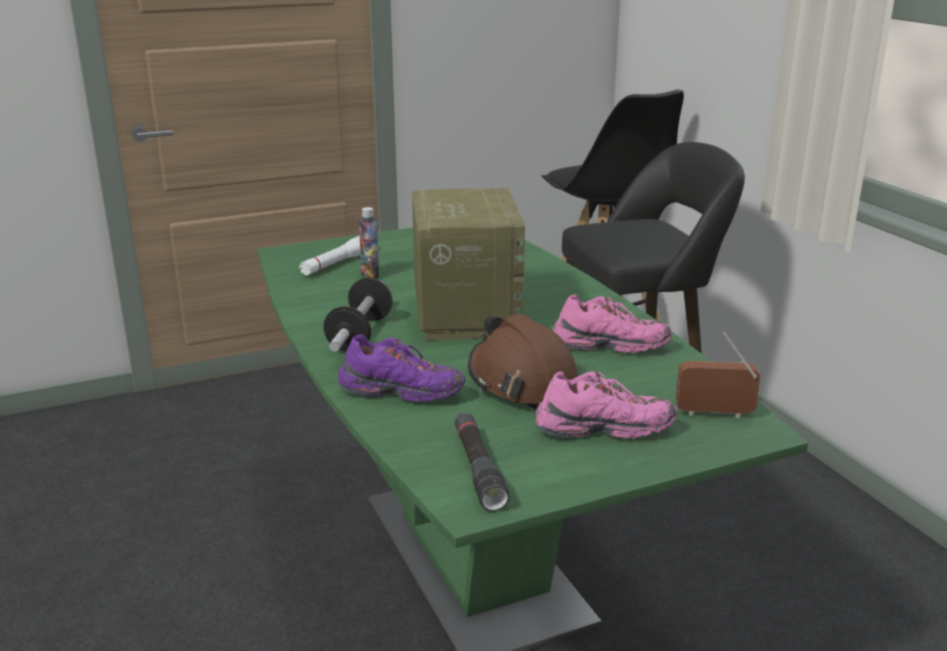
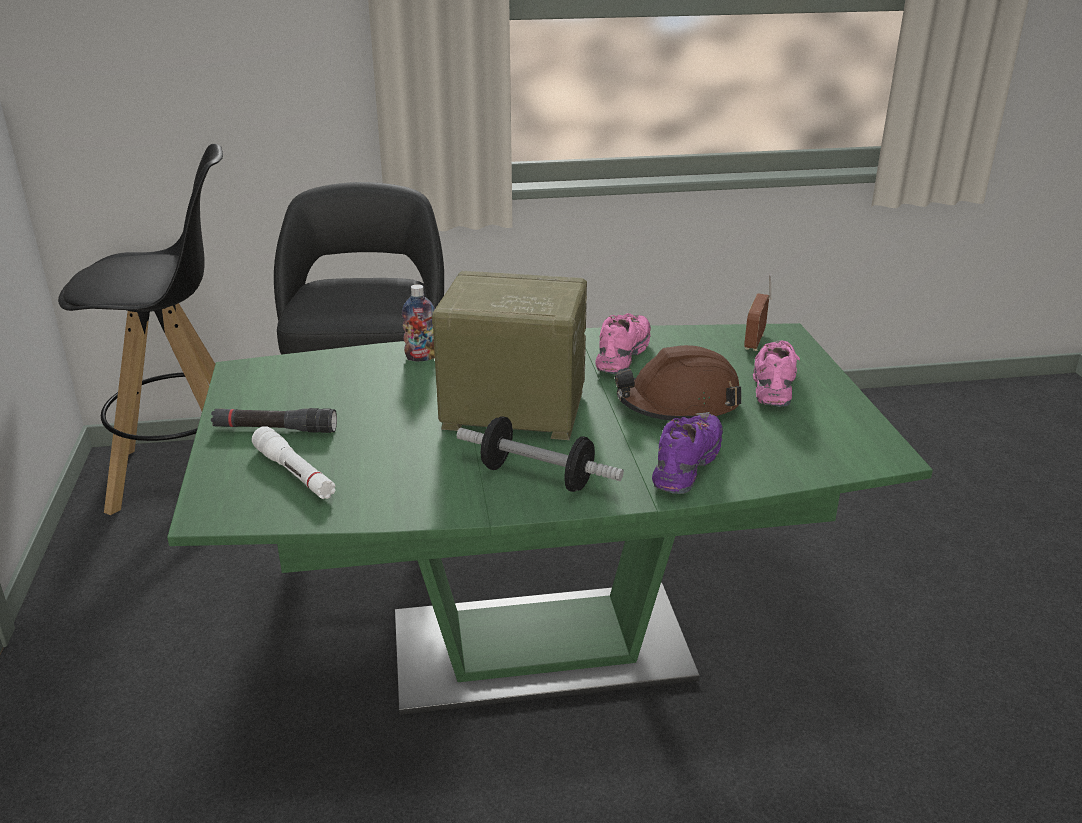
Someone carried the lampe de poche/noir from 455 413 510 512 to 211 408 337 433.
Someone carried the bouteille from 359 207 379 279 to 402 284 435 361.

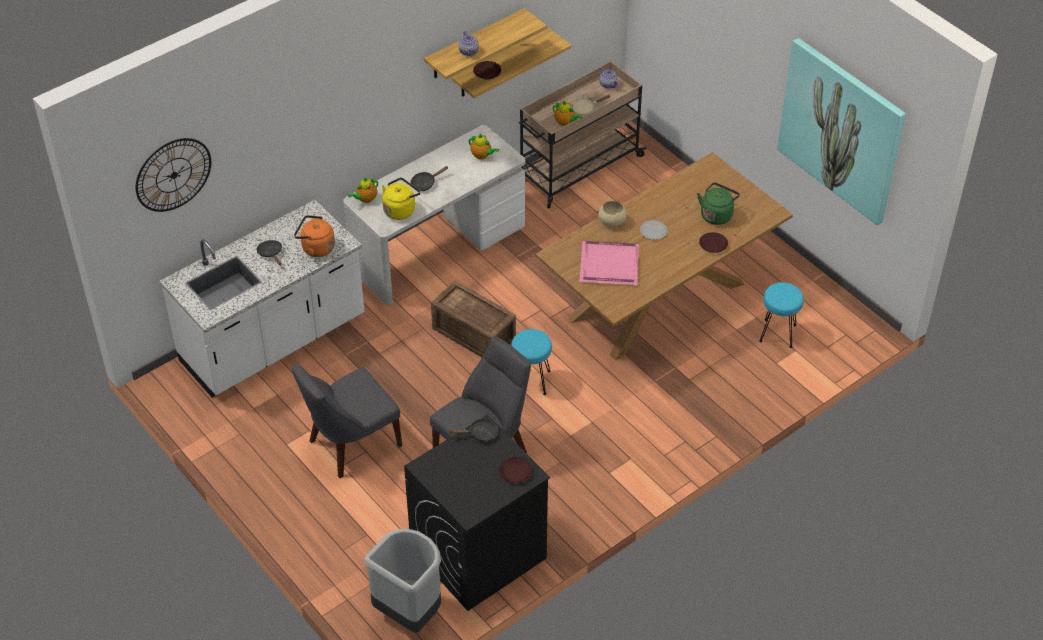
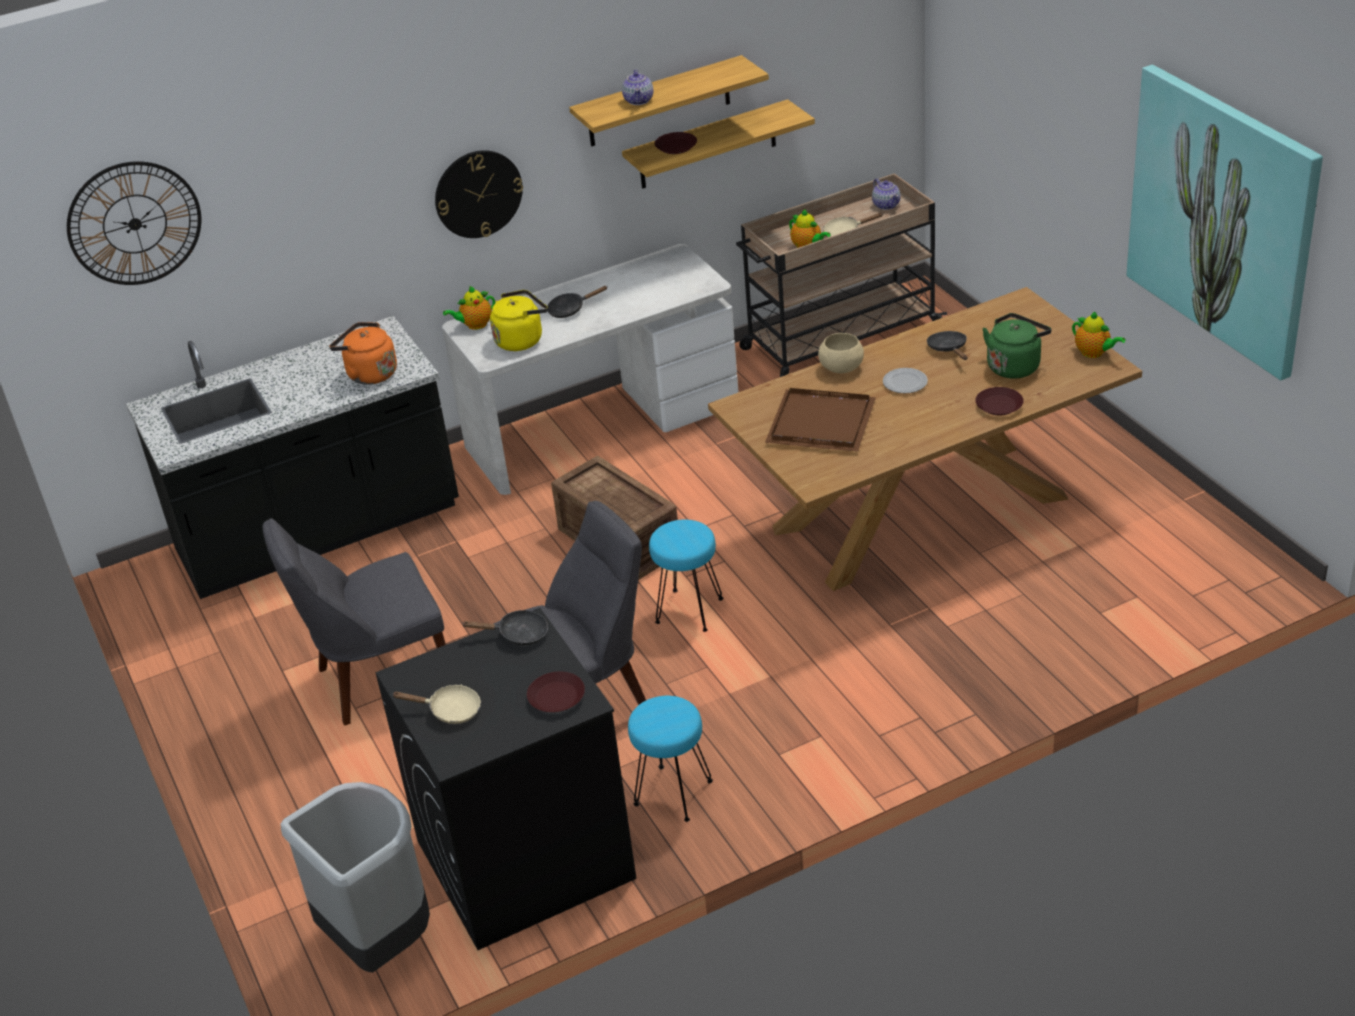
Someone repainted the comptoir de cuisine/blanc at 160 200 365 397, which became the comptoir de cuisine/noir at 126 316 459 599.
Someone put down the poêle/beige at 393 685 481 724.
Someone put up the horloge murale at 435 150 523 238.
Someone carried the tabouret/turquoise from 759 282 804 348 to 628 696 713 822.
Someone repainted the plateau/rose at 579 241 639 285, which became the plateau/marron at 765 388 876 452.
Someone carried the poêle/noir from 257 240 282 266 to 927 331 967 360.
Someone carried the théière from 468 134 499 160 to 1072 312 1125 358.

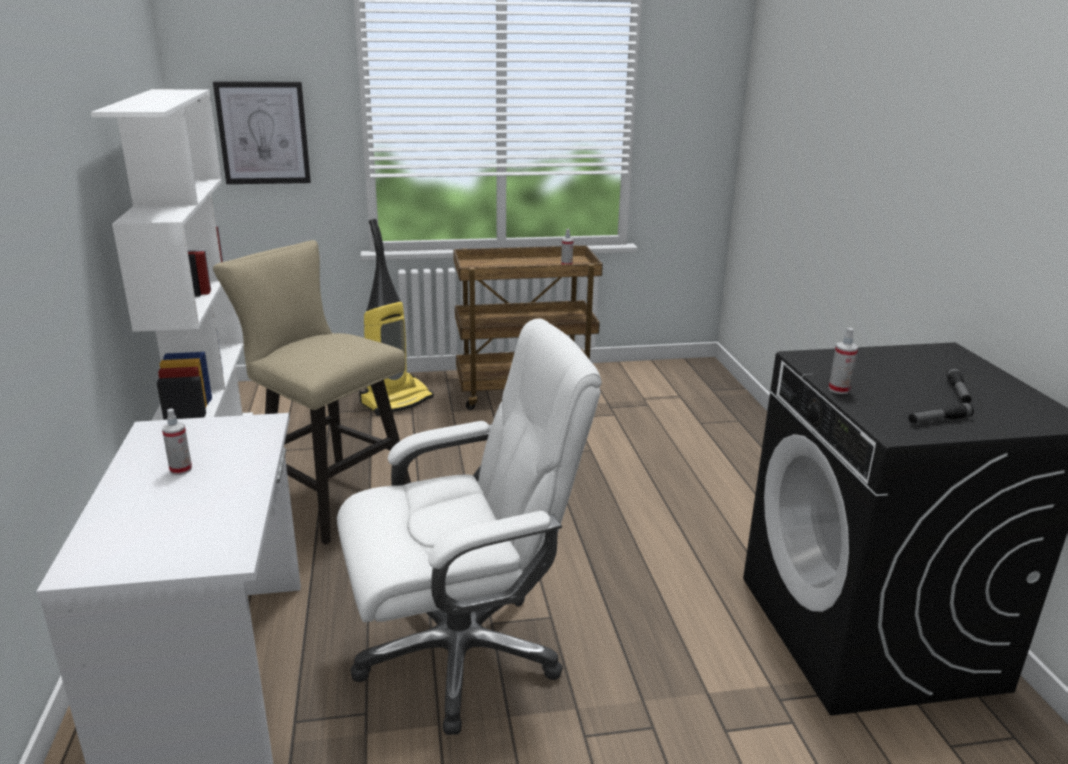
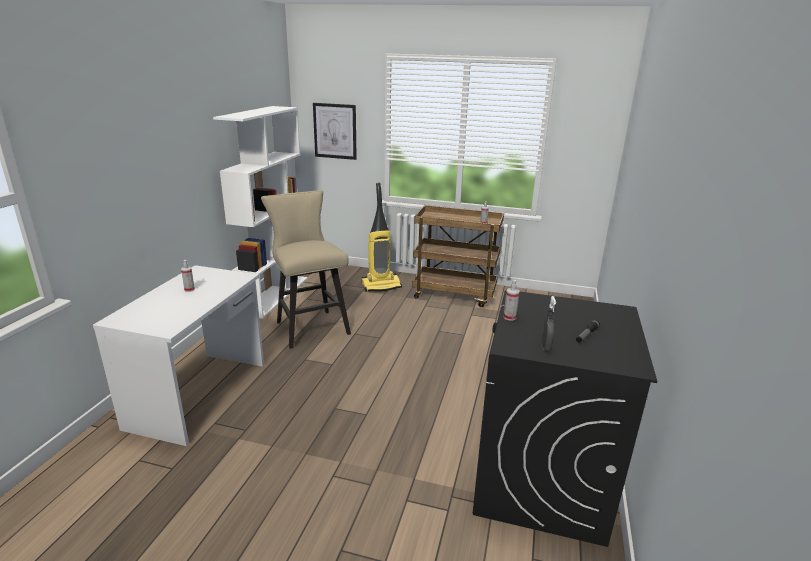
Someone swapped the lampe de poche at 908 403 974 423 for the vaporisateur/gris at 542 296 556 352.
Someone took away the chaise de bureau/blanc at 337 319 602 735.

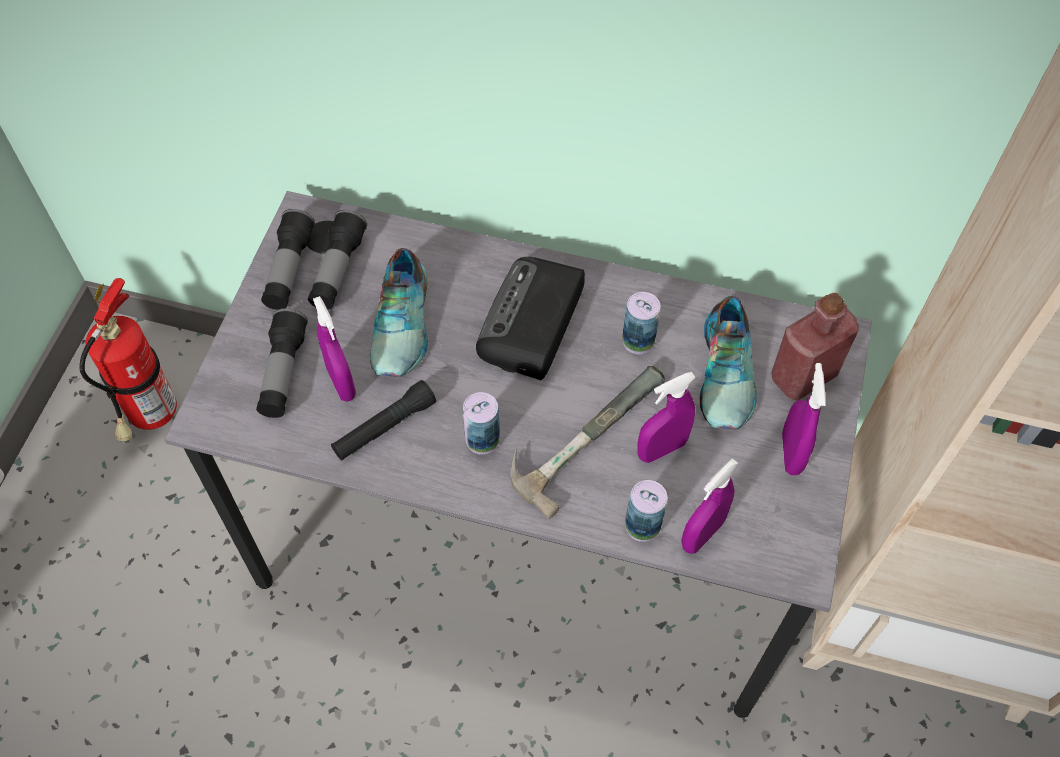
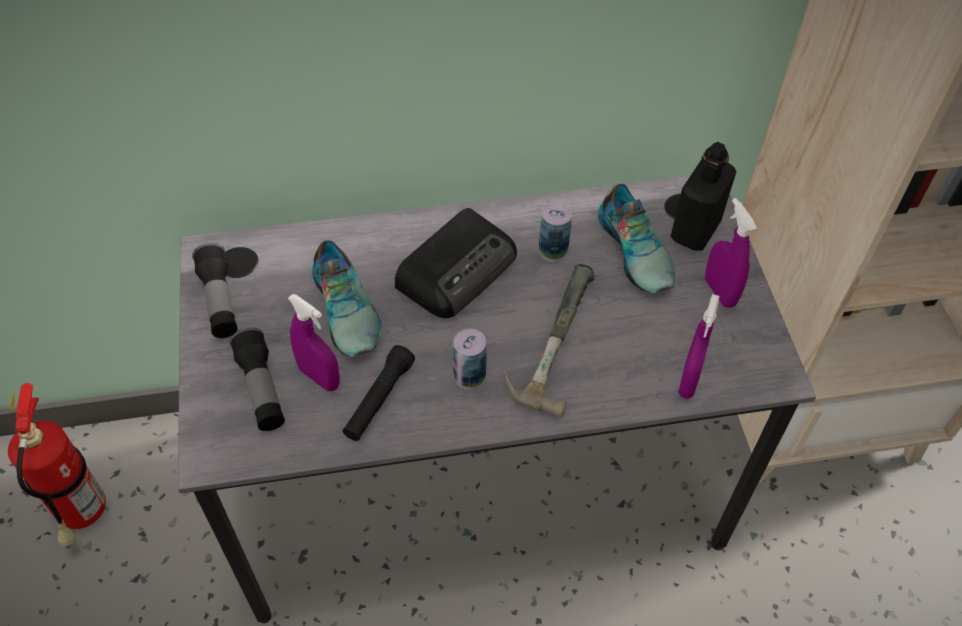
Someone rotated the radio at 476 257 585 380 by 135 degrees counterclockwise.
Someone repainted the bouteille/rouge at 771 293 859 401, which became the bouteille/noir at 671 142 737 251.
Someone took away the lampe de poche at 308 210 367 310.
Someone took away the boîte métallique at 625 480 667 542.
Someone took away the vaporisateur/violet at 638 372 696 463.

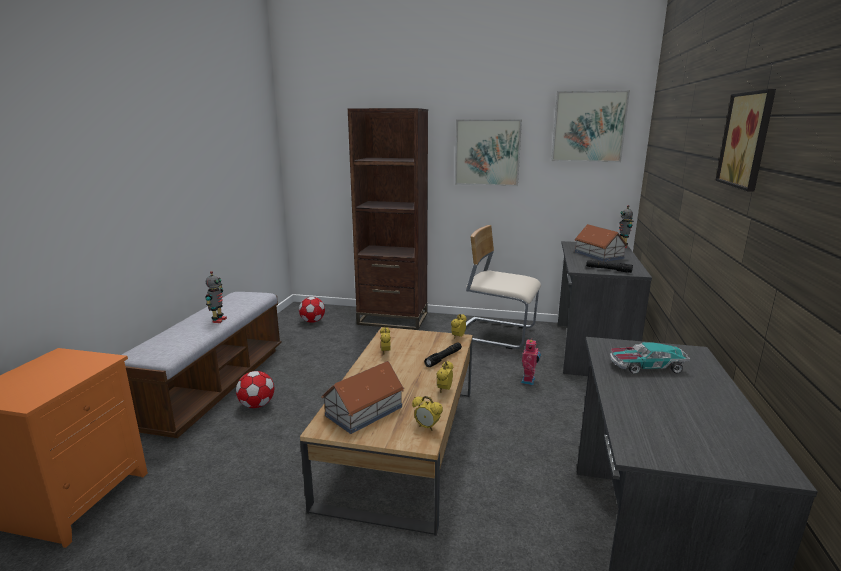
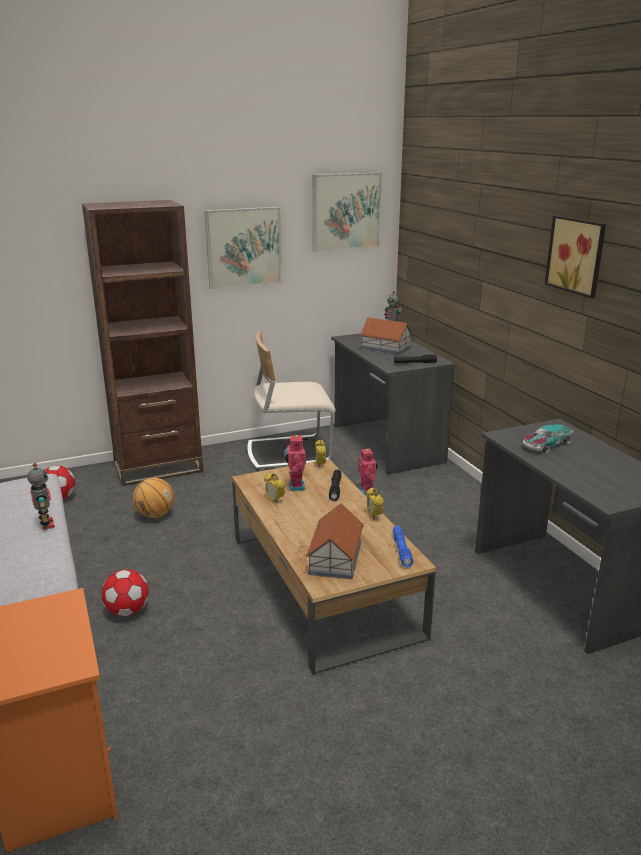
Someone put down the ballon de basket at 133 478 174 518.
Someone put down the robot jouet at 284 433 306 491.
Someone swapped the réveil at 412 396 443 431 for the lampe de poche/bleu at 393 526 414 568.

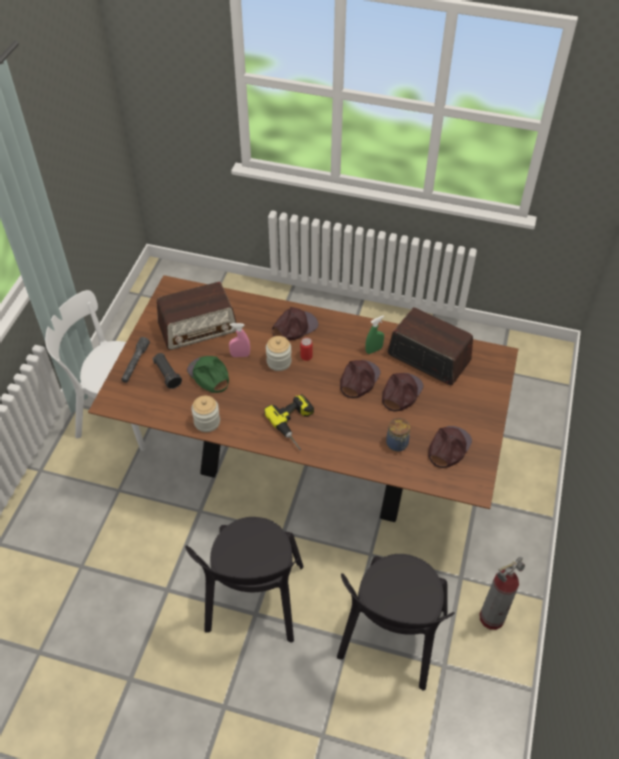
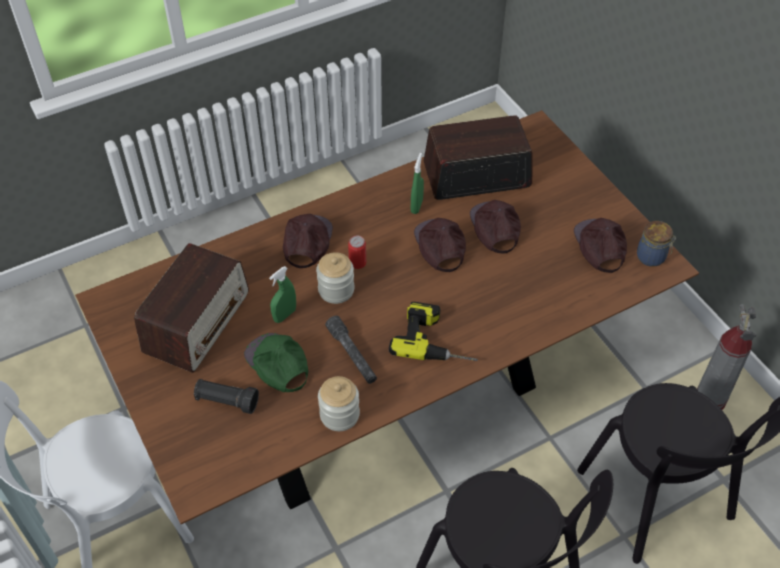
Someone rotated the casquette/vert at 187 356 229 393 by 45 degrees clockwise.
Someone repainted the vaporisateur/rose at 229 323 250 357, which became the vaporisateur/vert at 269 266 296 323.
Someone carried the lampe de poche/gris from 121 337 150 383 to 325 316 377 384.
Someone carried the bocal from 386 418 410 452 to 637 221 676 267.

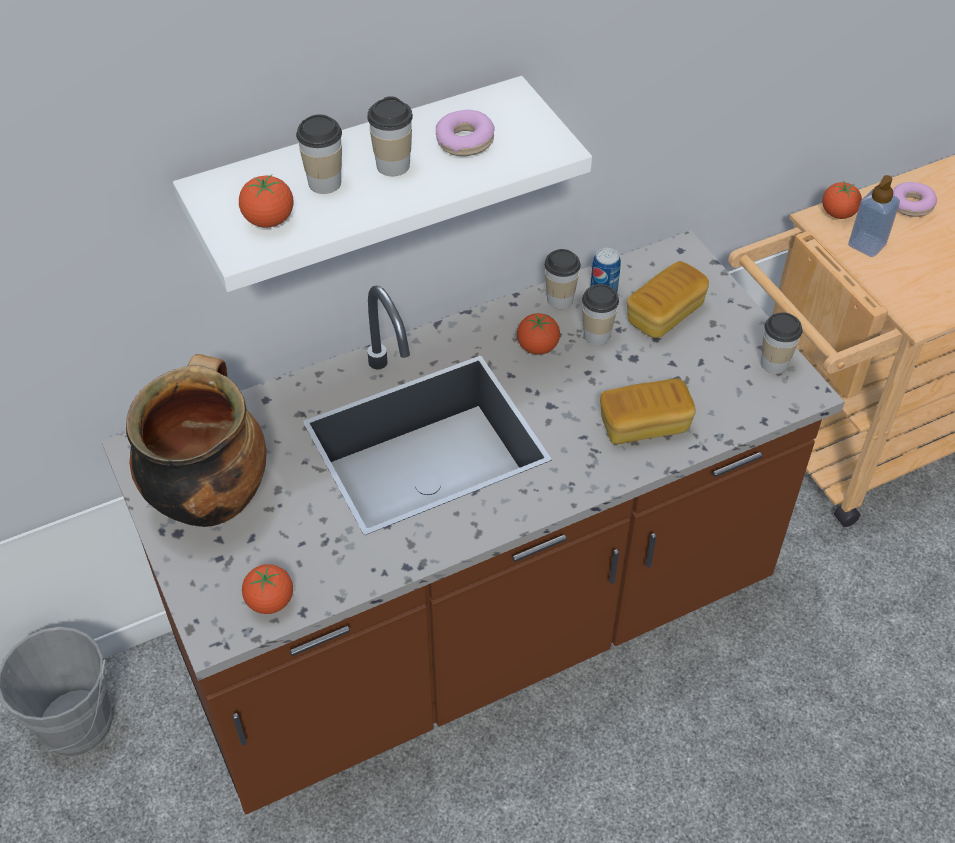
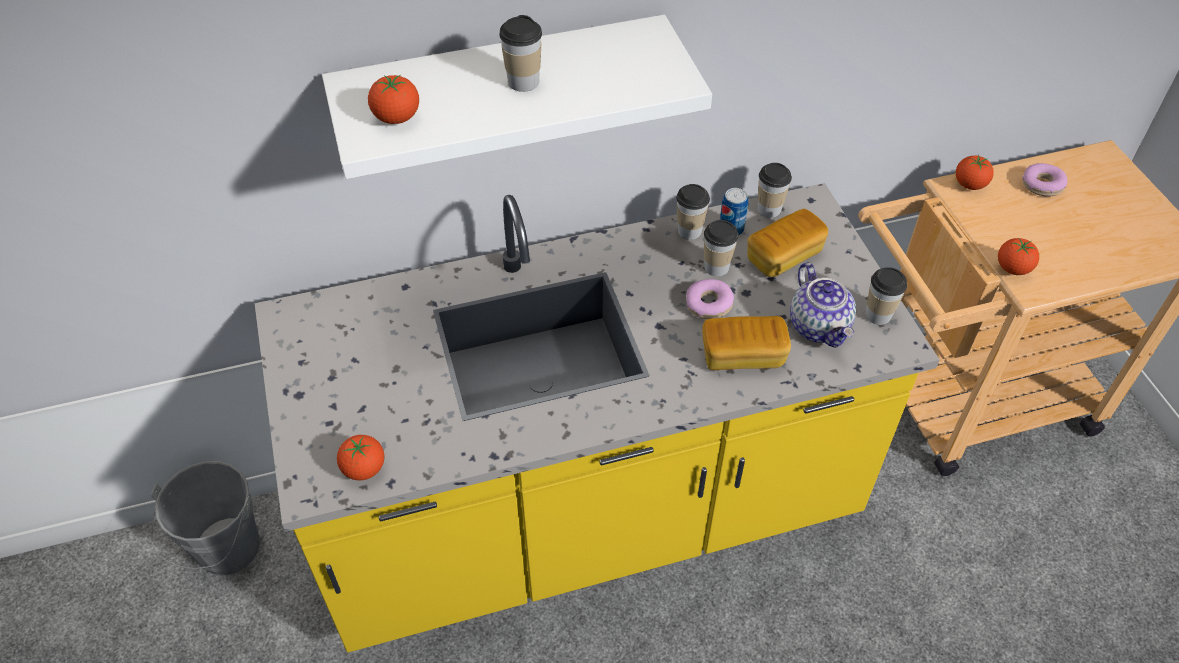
Someone repainted the comptoir de cuisine/marron at 101 230 845 815, which became the comptoir de cuisine/jaune at 255 183 940 652.
Someone carried the beignet from 436 110 495 156 to 686 279 734 319.
Someone carried the tasse from 296 114 342 194 to 757 163 792 218.
Someone put down the théière at 790 263 856 348.
Someone carried the tomate from 517 313 560 355 to 998 238 1039 275.
Someone took away the marmite at 126 354 267 527.
Someone took away the distributeur de savon at 848 175 900 257.

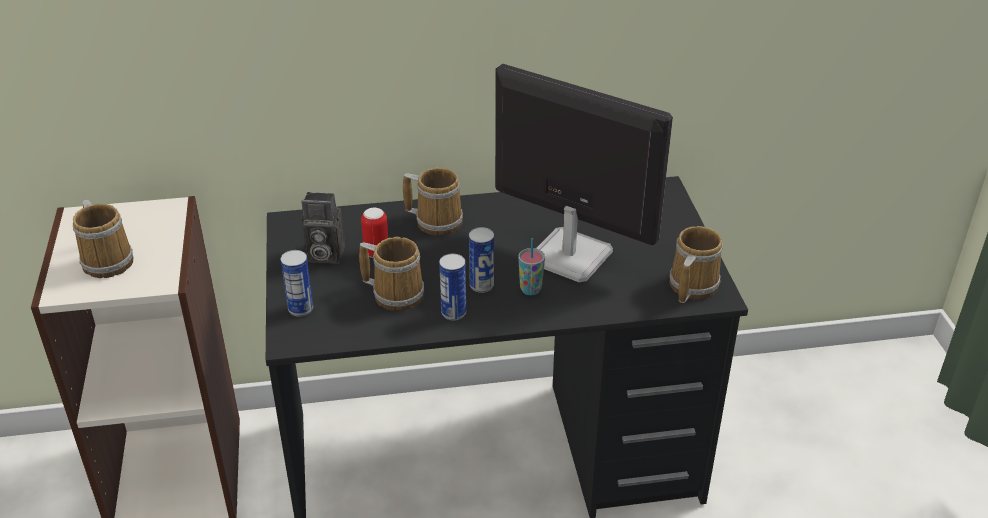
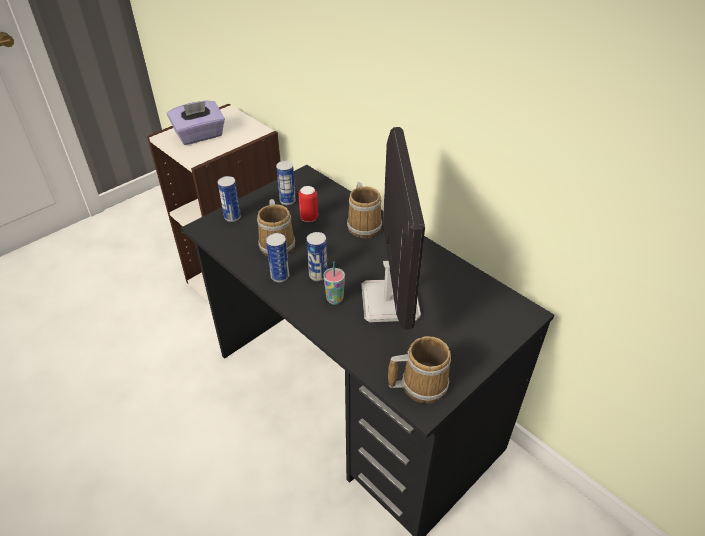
Someone swapped the mug at 73 200 133 278 for the boîte à mouchoirs/violet at 167 101 225 145.
Someone swapped the appareil photo at 301 192 345 264 for the boîte métallique at 276 161 296 205.

